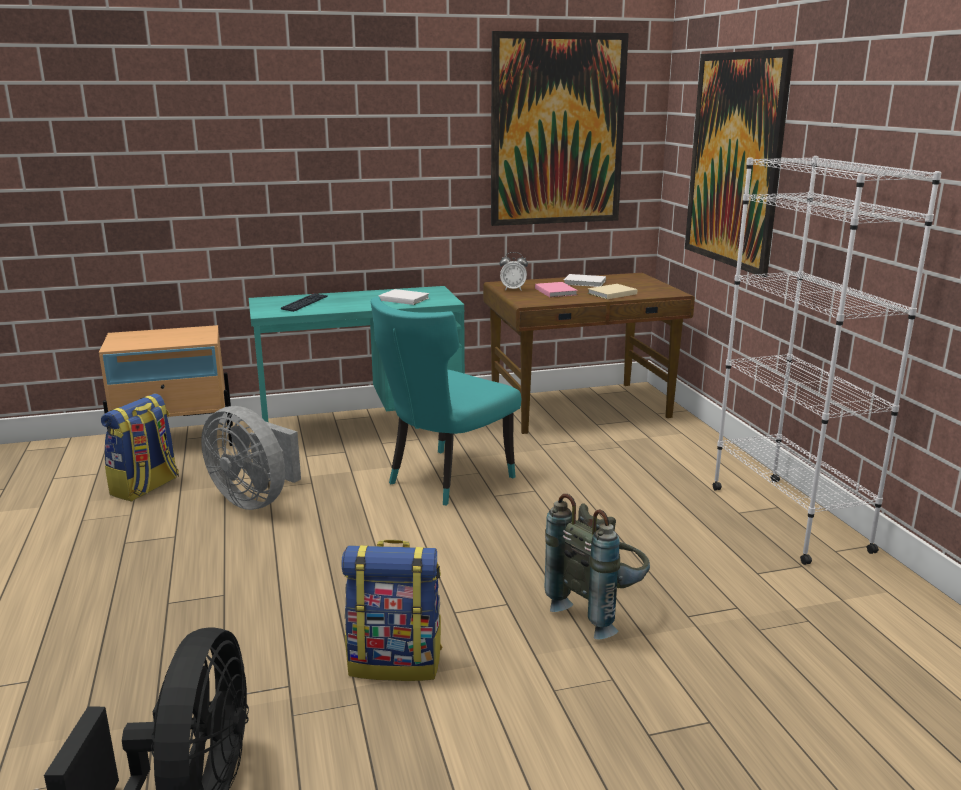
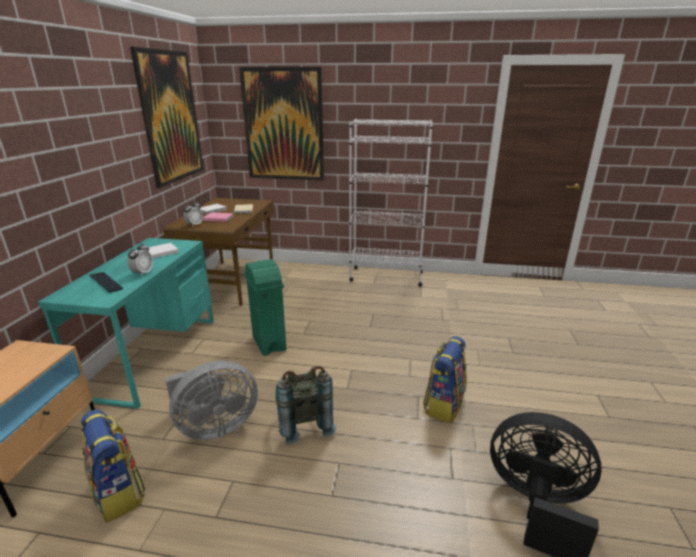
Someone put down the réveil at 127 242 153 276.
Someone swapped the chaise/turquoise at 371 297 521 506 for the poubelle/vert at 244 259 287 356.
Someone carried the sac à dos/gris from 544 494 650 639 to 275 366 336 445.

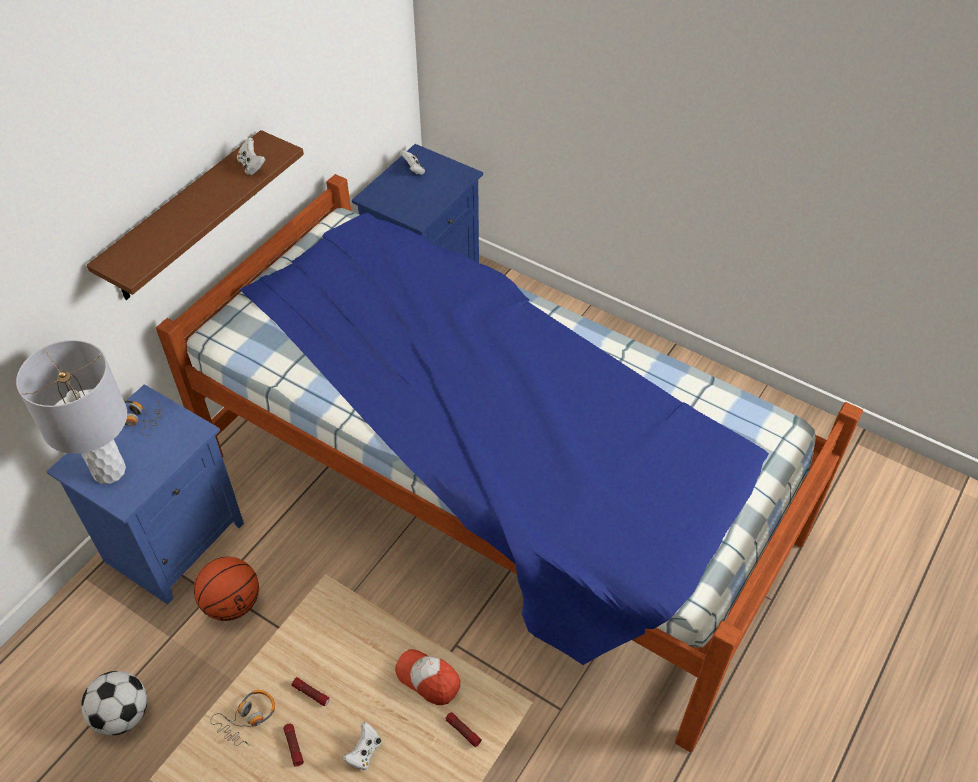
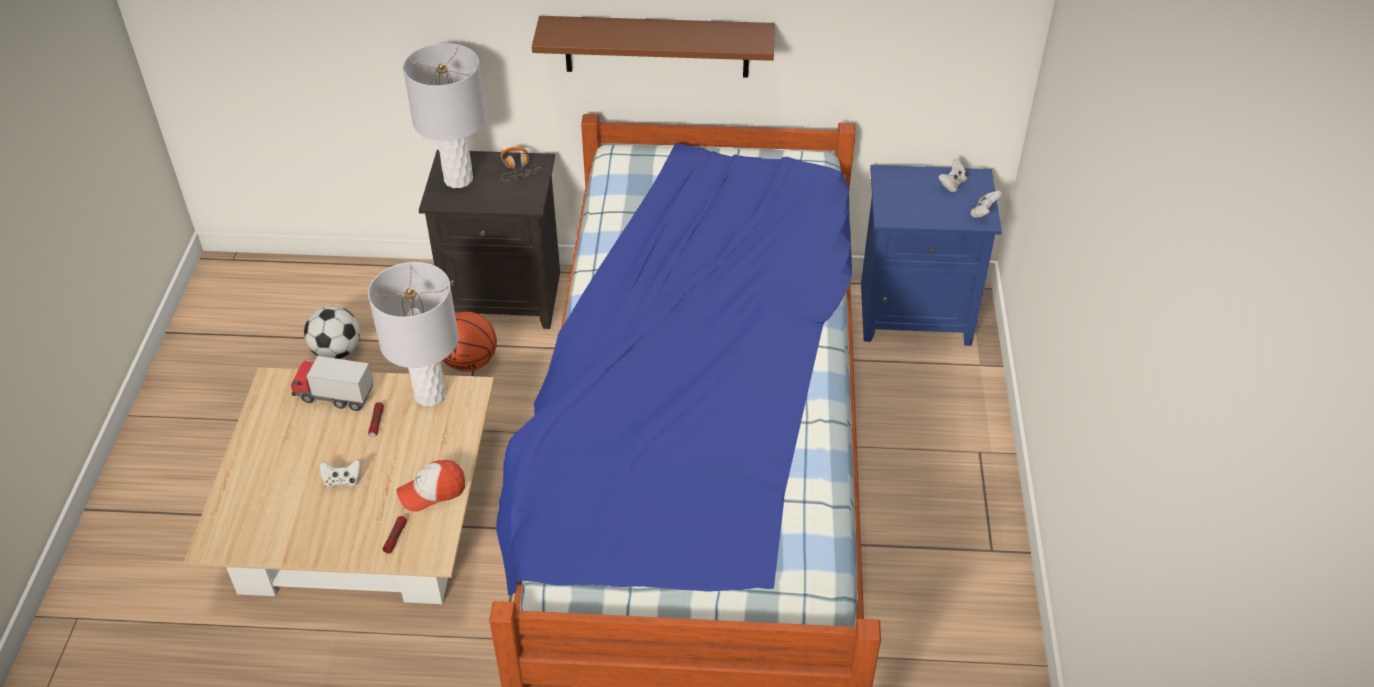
Someone swapped the casque audio at 210 690 275 746 for the camion jouet at 291 356 373 411.
Someone put down the lampe de table/gris at 368 262 459 407.
Someone rotated the casquette at 395 649 460 705 by 120 degrees counterclockwise.
Someone repainted the table de chevet/bleu at 46 384 244 604, which became the table de chevet/noir at 419 150 560 329.
Someone carried the manette/blanc from 237 138 265 175 to 970 191 1002 218.
Someone took away the lampe de poche at 283 723 304 767.

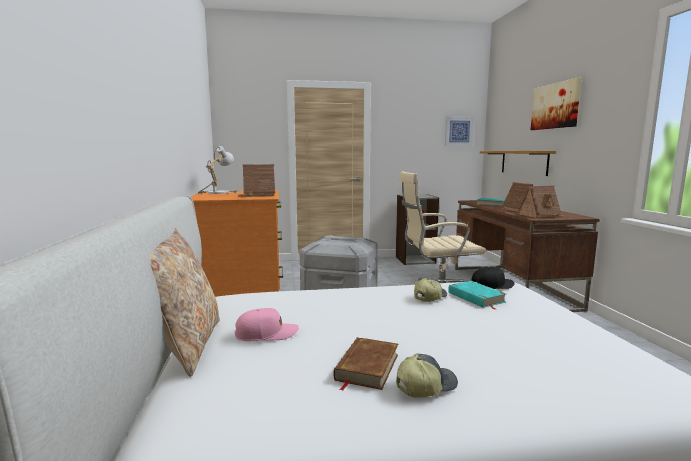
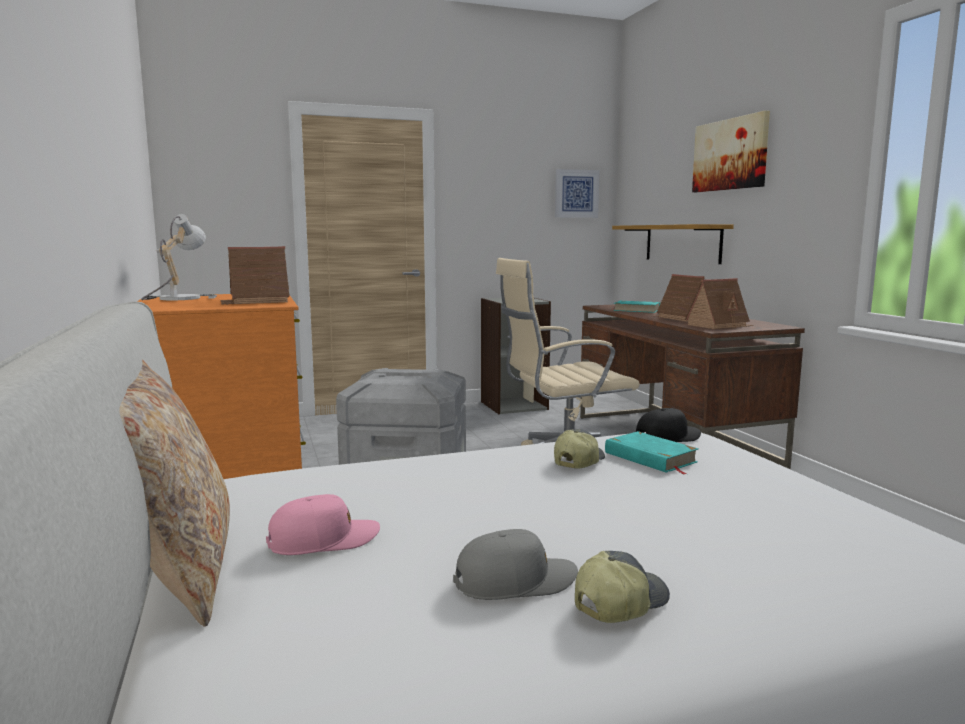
Someone swapped the livre/marron at 334 337 398 391 for the casquette/gris at 453 529 578 600.

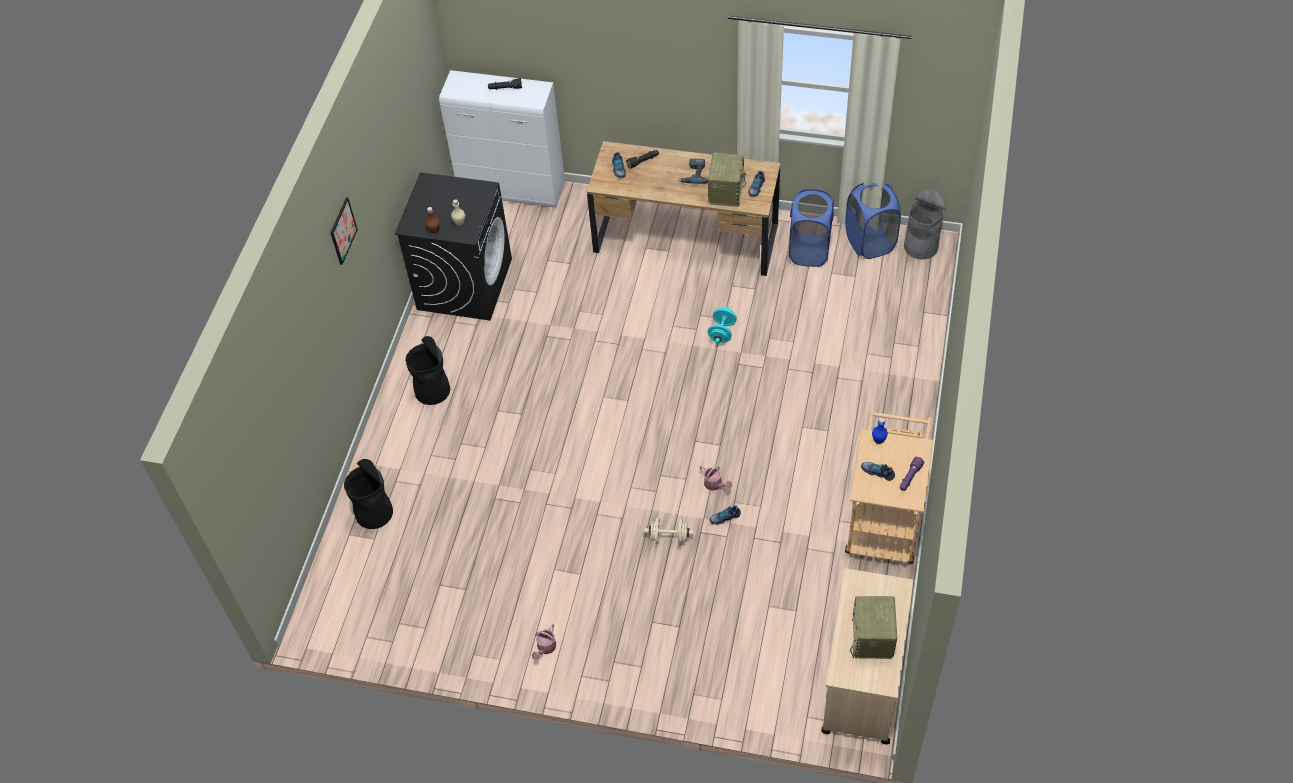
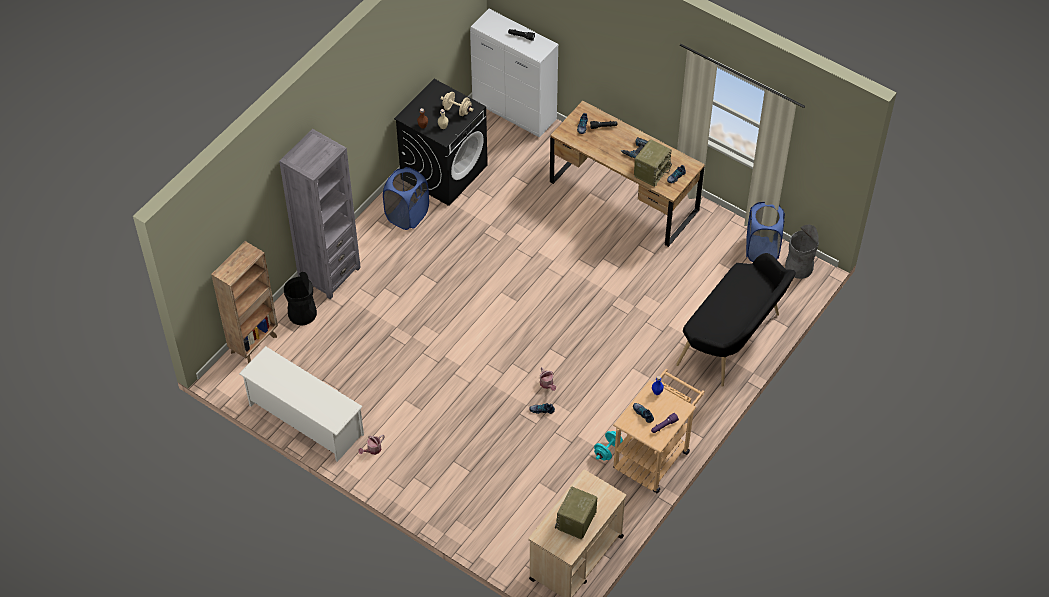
Someone put down the bibliothèque/marron at 211 241 278 364.
Someone put down the étagère à chaussures/blanc at 239 346 364 462.
Someone put down the bibliothèque/gris at 279 129 361 299.
Someone carried the panier à linge/bleu from 789 189 834 267 to 383 167 429 230.
Someone carried the haltère/beige from 644 518 694 545 to 441 92 473 116.
Someone carried the haltère/turquoise from 708 307 737 344 to 594 431 623 460.
Someone put down the banc/noir at 676 253 796 387.
Someone took away the tableau at 330 197 358 265.
Someone took away the poubelle/noir at 405 336 450 405.

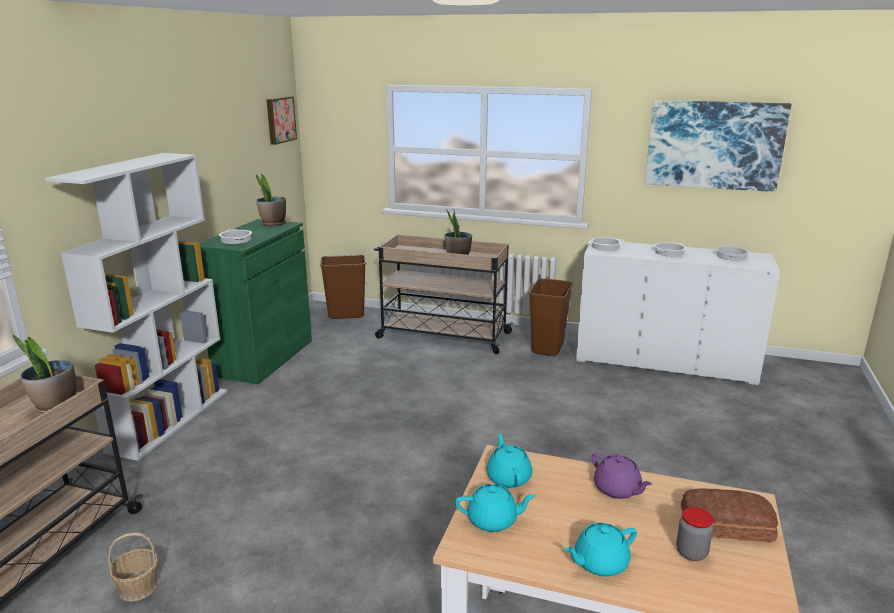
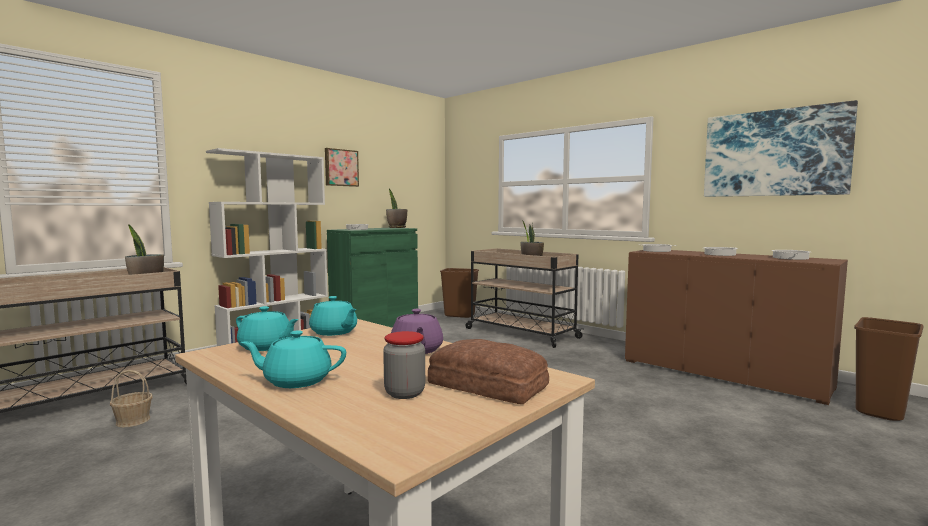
Someone rotated the théière/turquoise at 487 434 532 488 by 120 degrees clockwise.
Someone carried the tableau from 267 96 297 145 to 325 148 359 187.
Someone repainted the meuble de rangement/blanc at 576 240 780 385, which became the meuble de rangement/marron at 625 250 848 405.
Someone carried the poubelle/marron from 529 278 573 356 to 854 317 923 421.

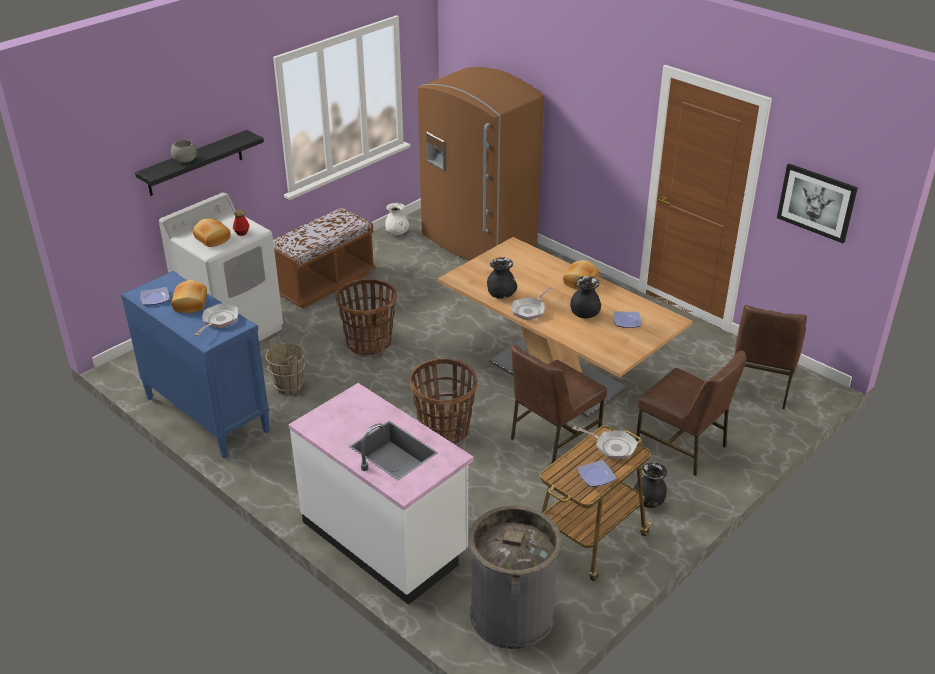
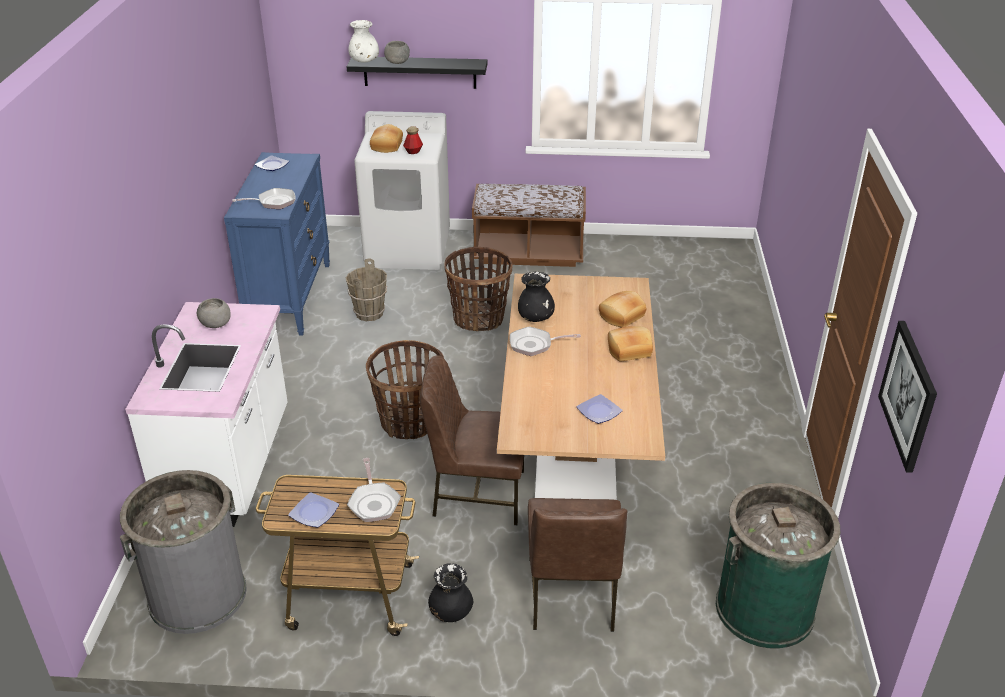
Someone put down the bol/gris at 197 298 231 328.
Someone carried the vase/blanc from 385 203 409 235 to 348 20 379 63.
Someone carried the pain from 171 280 207 313 to 599 291 646 327.
Someone swapped the chaise/marron at 735 305 807 409 for the poubelle/vert at 716 482 840 649.
Someone took away the réfrigérateur/marron at 418 67 544 261.
Someone took away the vase/noir at 570 276 601 318.

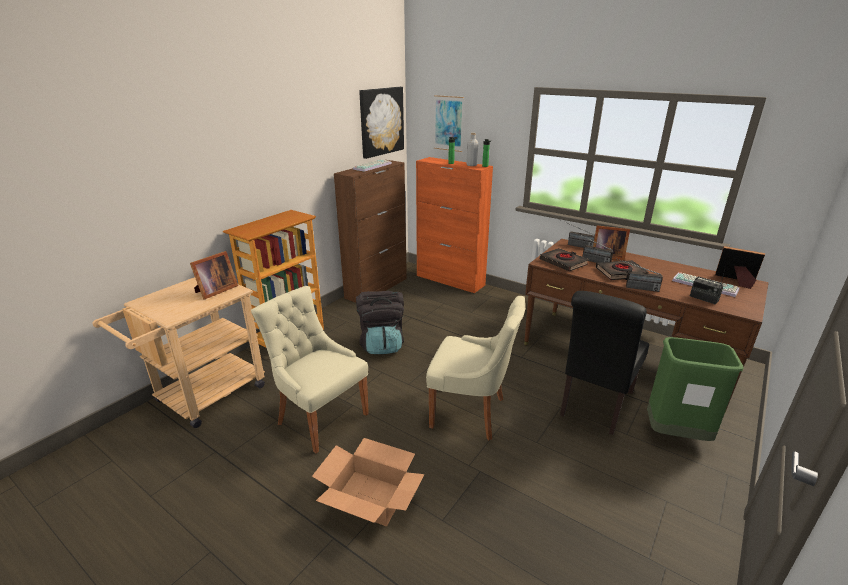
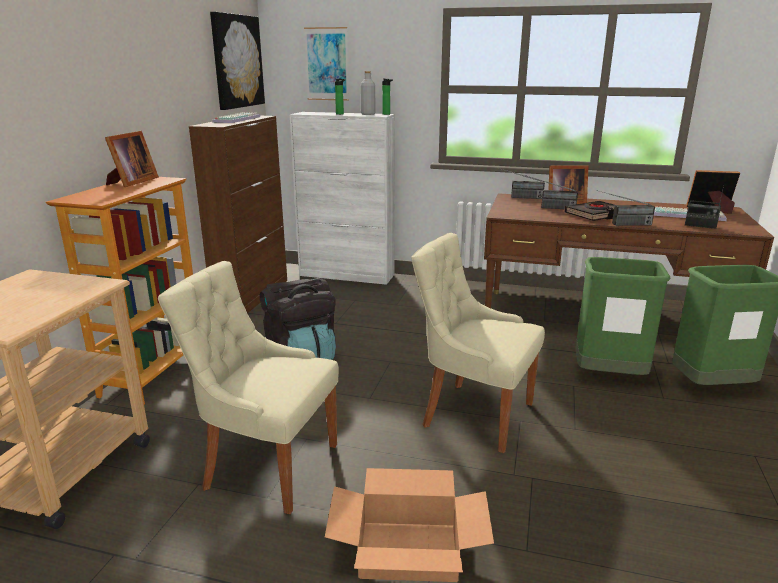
Someone carried the cadre photo from 190 251 238 299 to 105 131 159 187.
Someone repainted the meuble de rangement/orange at 416 157 493 293, which became the meuble de rangement/blanc at 290 112 395 285.
Someone rotated the chaise/beige at 426 296 525 440 by 150 degrees counterclockwise.
Someone swapped the chaise/noir at 560 291 649 435 for the poubelle/vert at 575 257 670 375.
Someone took away the livre/noir at 540 248 589 271.

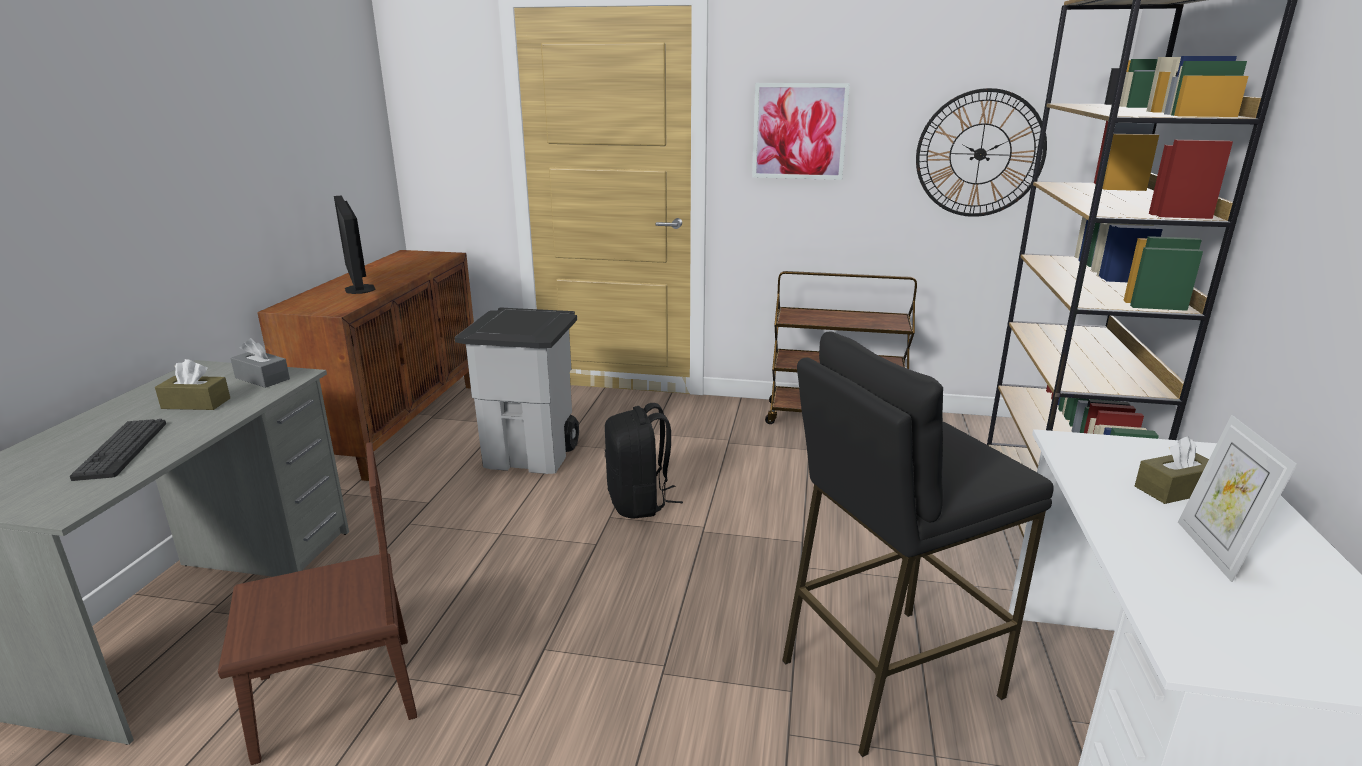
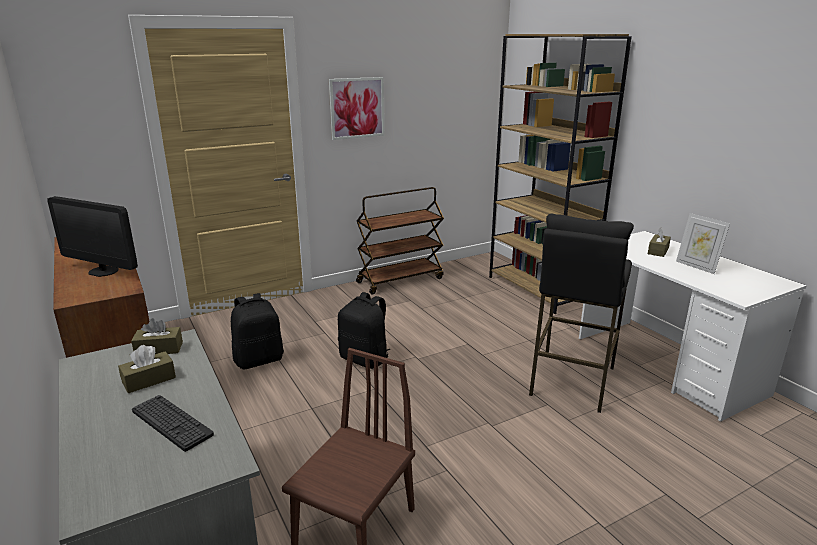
Someone repainted the boîte à mouchoirs/gris at 230 338 290 388, which became the boîte à mouchoirs/marron at 131 318 183 354.
Someone swapped the poubelle/gris at 455 307 579 474 for the sac à dos/noir at 231 293 284 370.
Someone took away the horloge murale at 916 88 1047 217.

